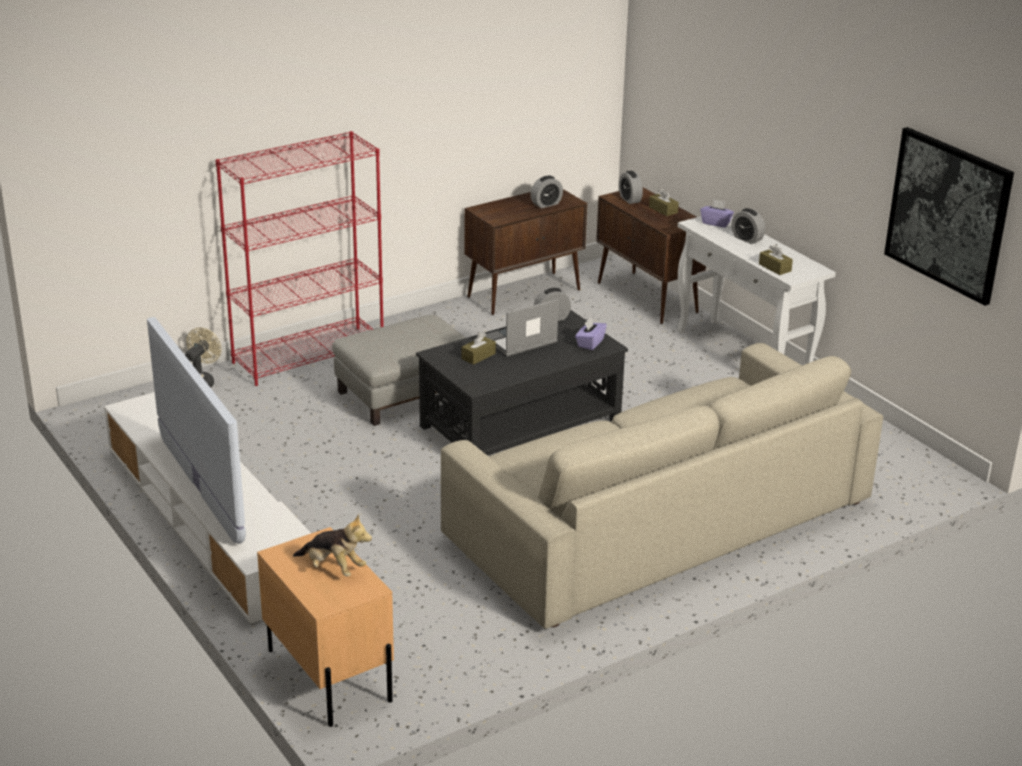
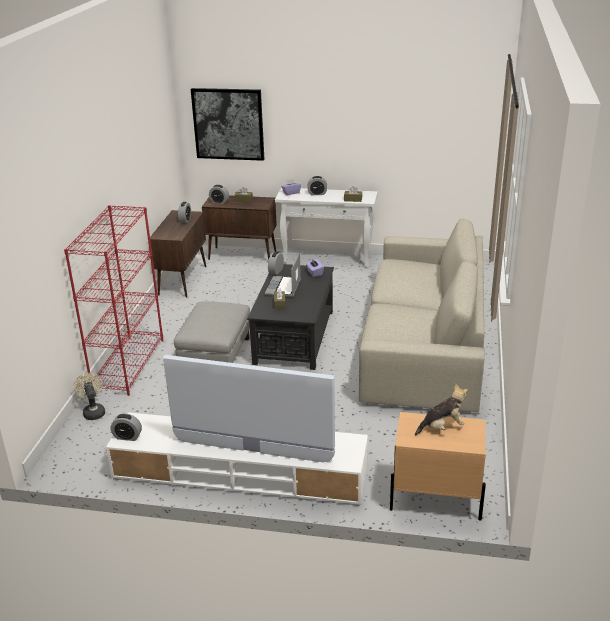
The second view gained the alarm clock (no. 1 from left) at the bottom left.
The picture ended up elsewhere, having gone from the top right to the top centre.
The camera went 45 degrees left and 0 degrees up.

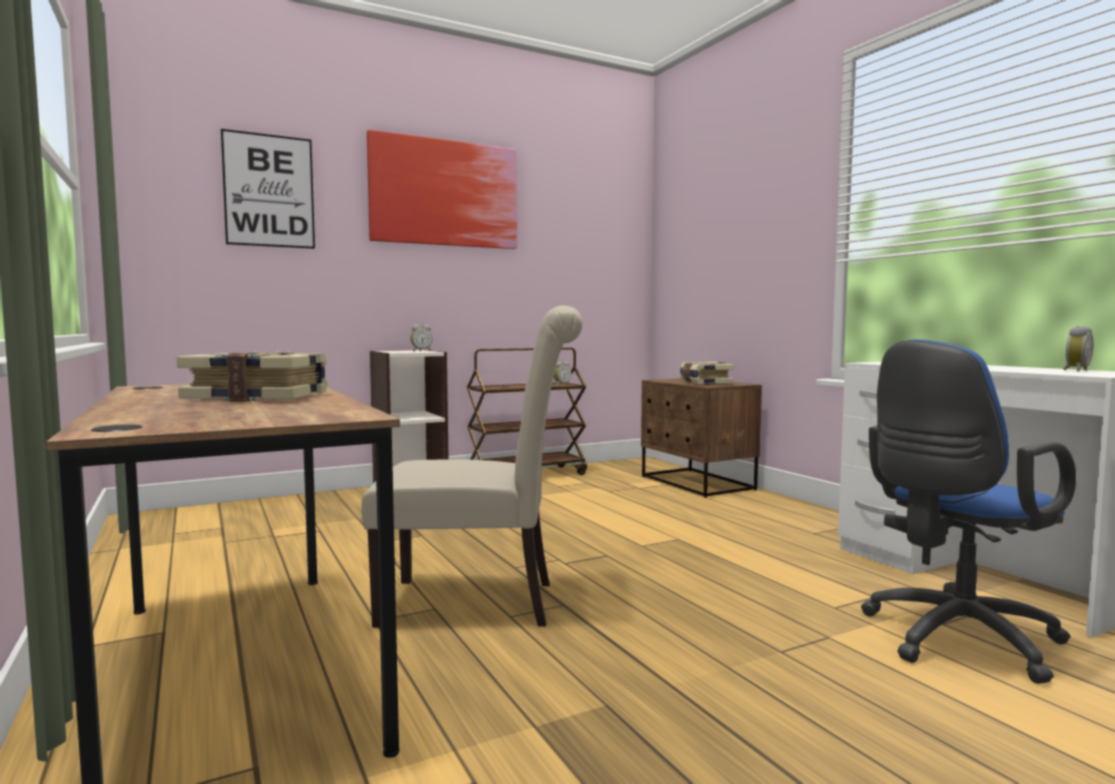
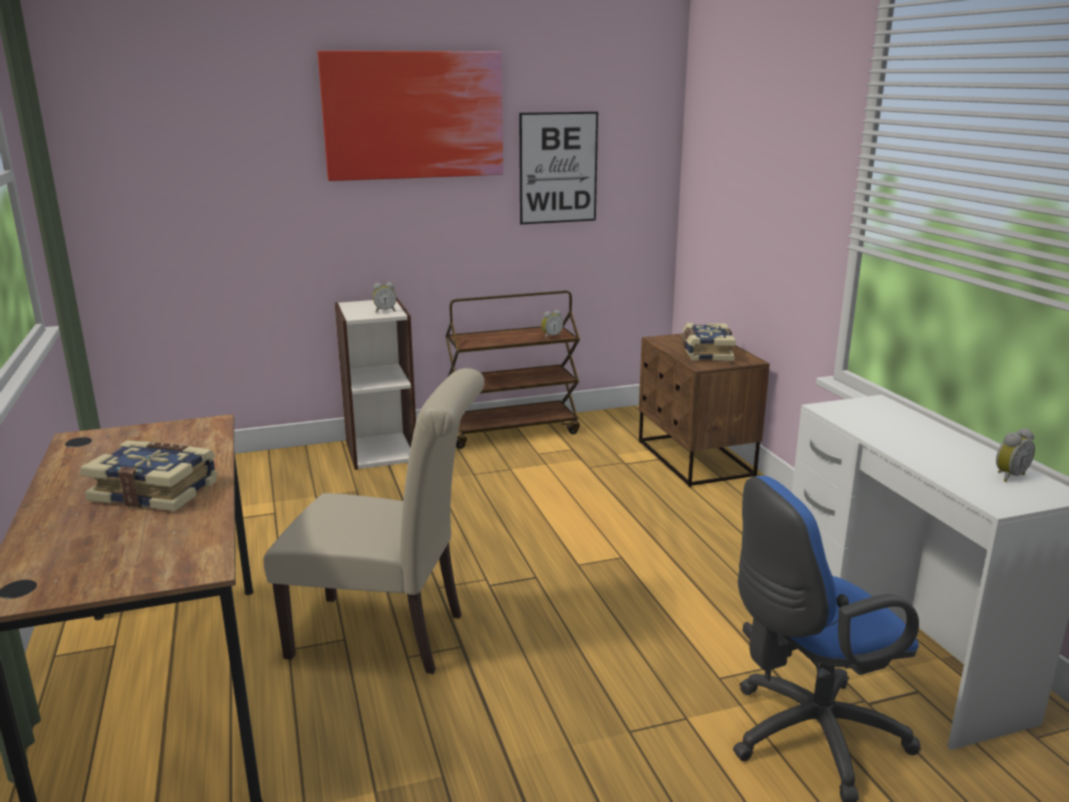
The picture (no. 1 from left in the first image) ended up elsewhere, having gone from the top left to the top centre.
The camera went 10 degrees right and 15 degrees up.

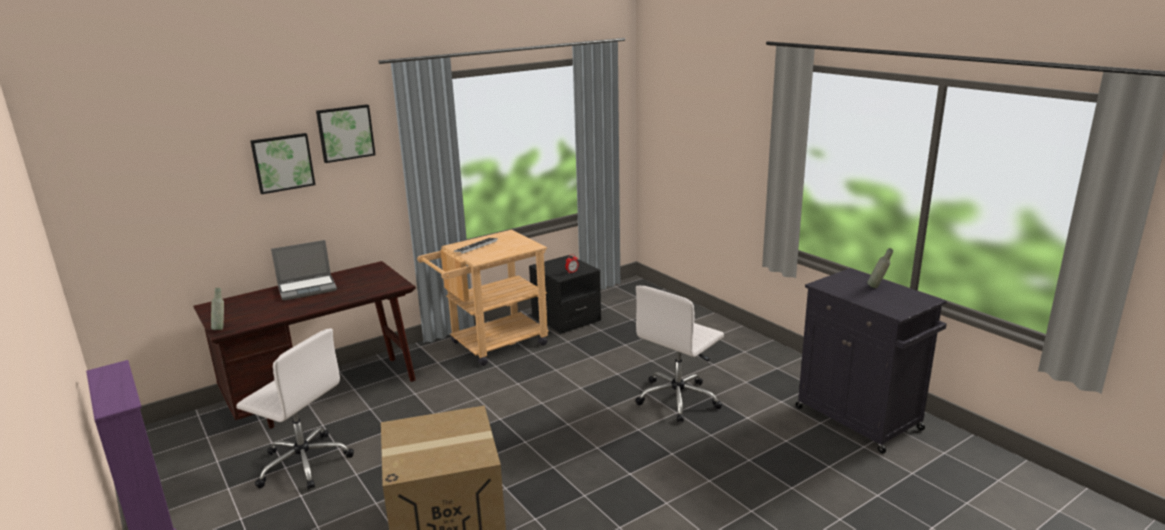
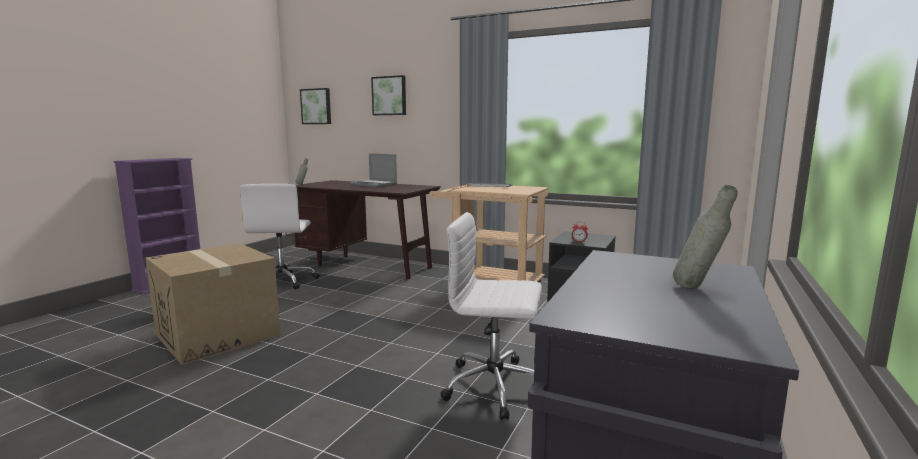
The picture (no. 2 from left in the first image) ended up elsewhere, having gone from the top left to the top centre.
The camera went 60 degrees right and 10 degrees down.

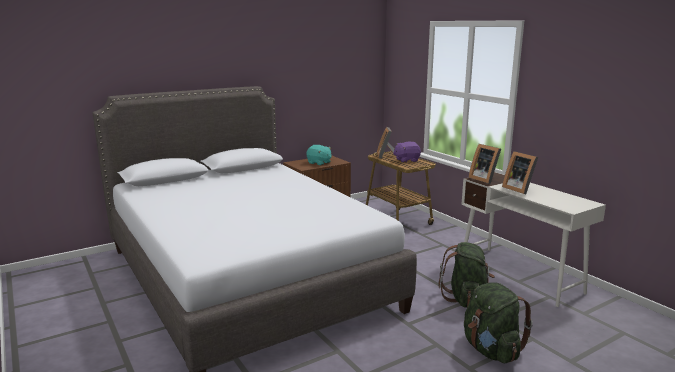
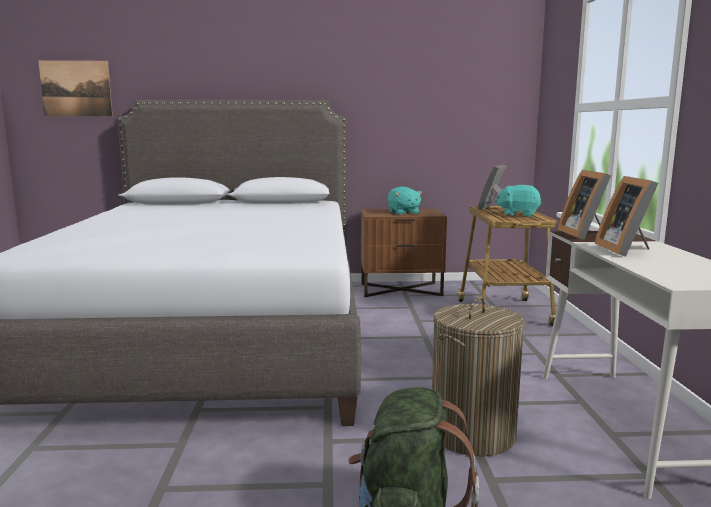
The second view gained the picture at the top left.
Where the green backpack (no. 1 from left) stood at the bottom right, the laundry basket came to stand at the bottom right.
What was the purple plush toy at the centre turned into the turquoise plush toy (no. 2 from left) at the middle right.
The camera went 30 degrees right and 5 degrees down.

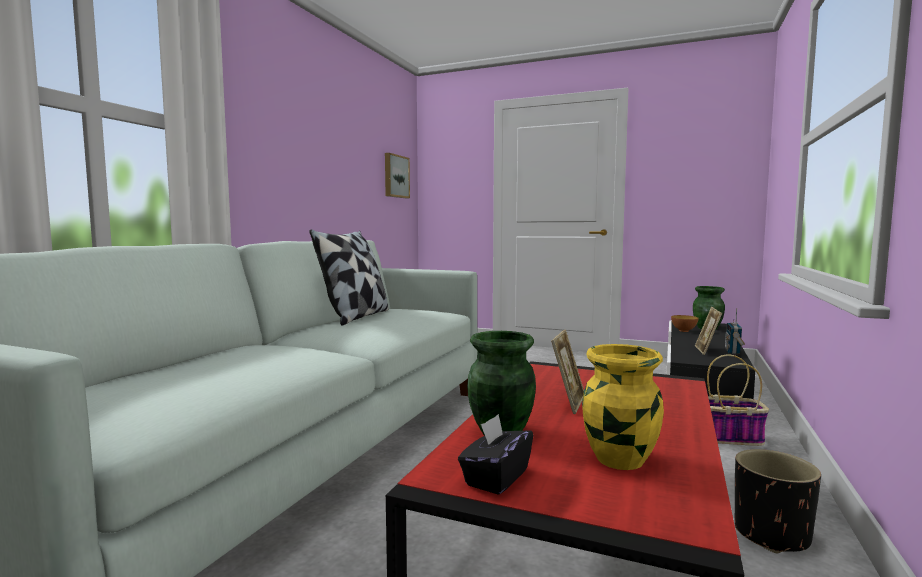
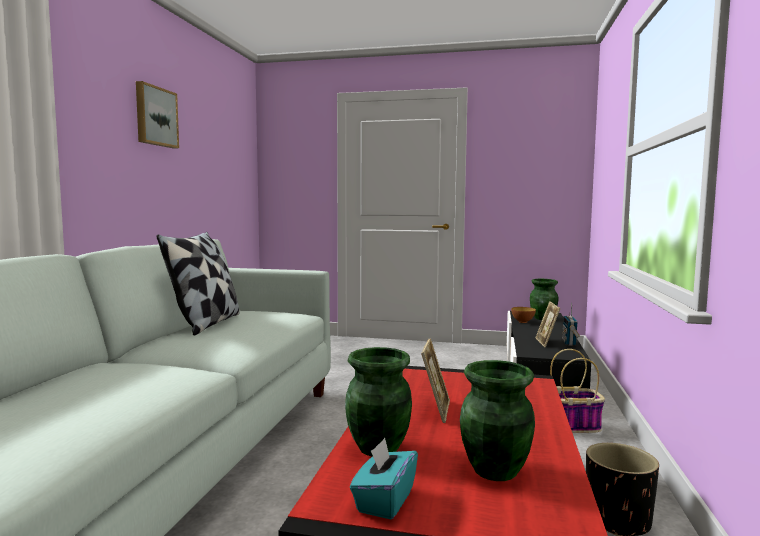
The picture ended up elsewhere, having gone from the top centre to the top left.
What was the black tissue box at the bottom centre turned into the turquoise tissue box at the bottom centre.
What was the yellow vase at the bottom right turned into the green vase (no. 2 from left) at the bottom centre.
The camera went 10 degrees left and 0 degrees up.

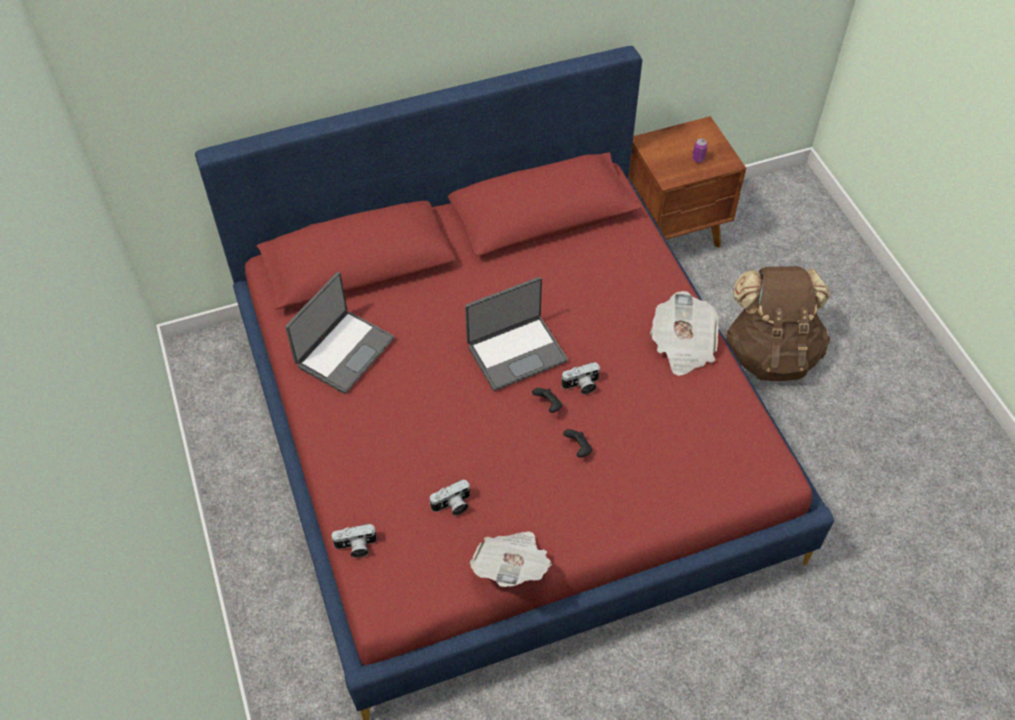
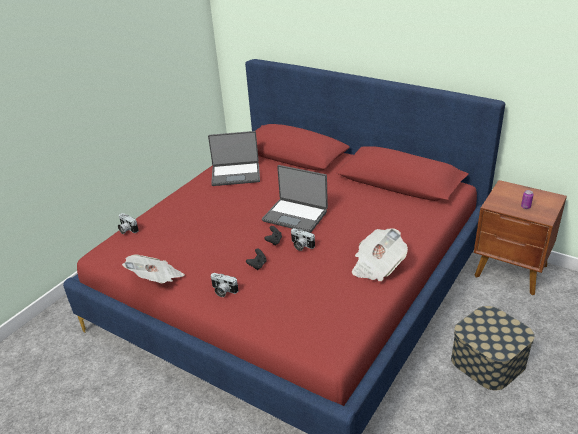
The photo camera (no. 2 from left) ended up elsewhere, having gone from the bottom centre to the centre.
Where the brown backpack stood at the middle right, the storage box came to stand at the bottom right.
The camera went 55 degrees right and 20 degrees down.

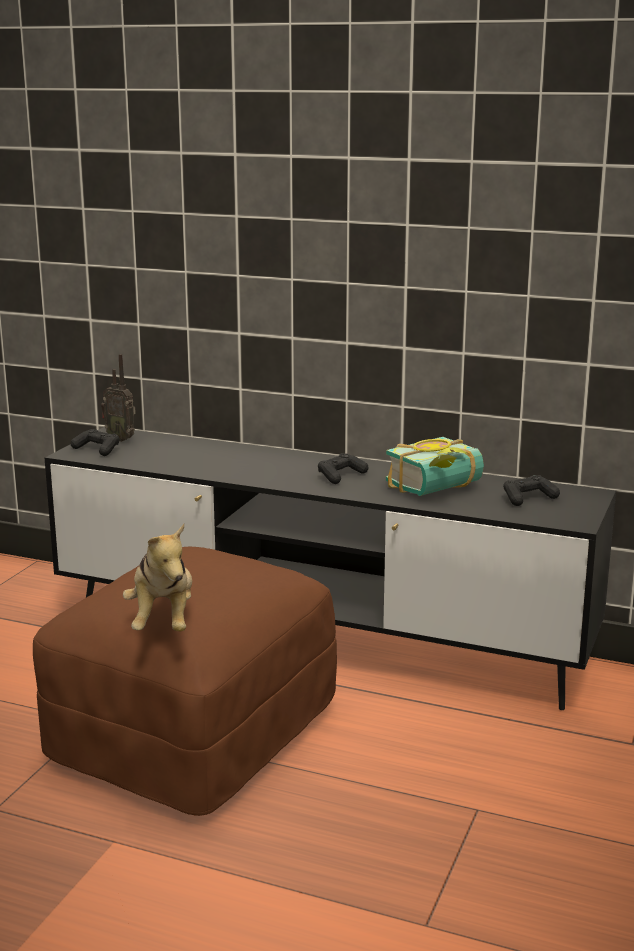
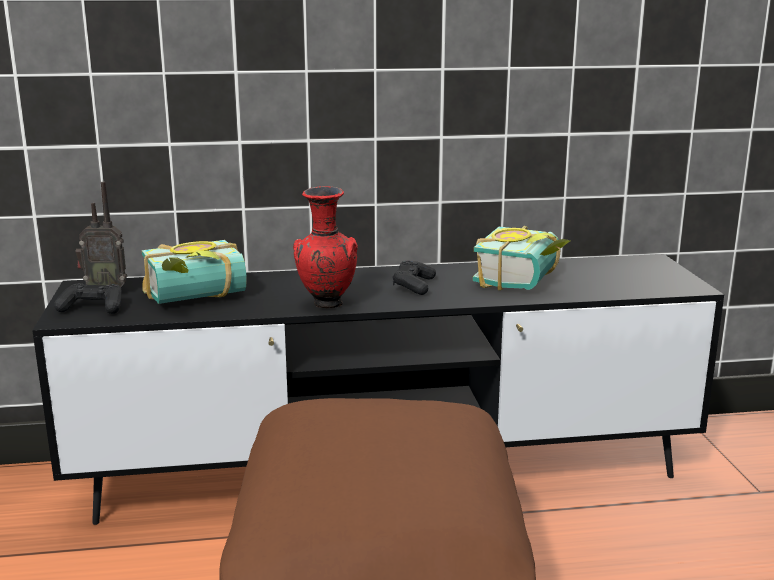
The second view lost the plush toy at the middle left.
The second view lost the black game controller (no. 3 from left) at the middle right.
The second view gained the book (no. 1 from left) at the middle left.
The second view gained the red vase at the centre.
The camera went 30 degrees left and 0 degrees up.

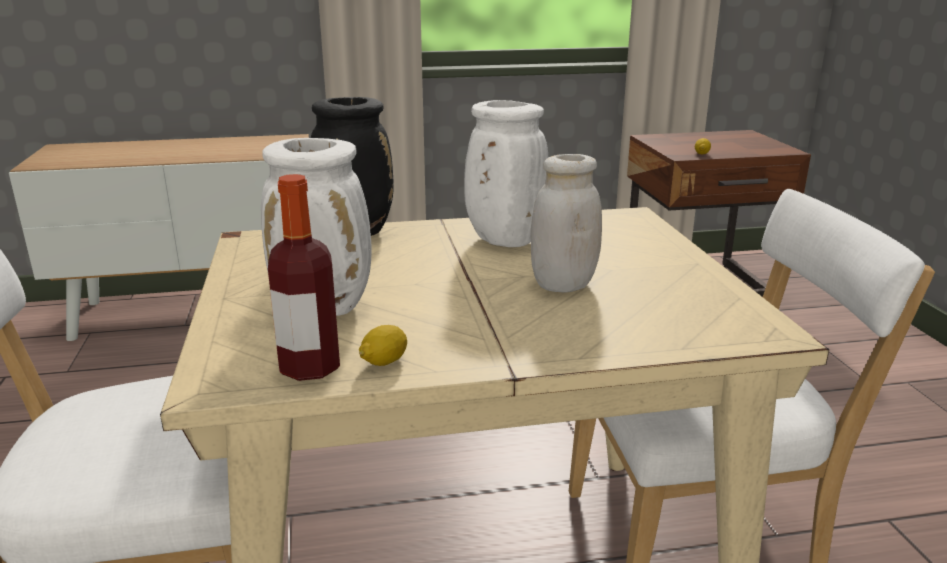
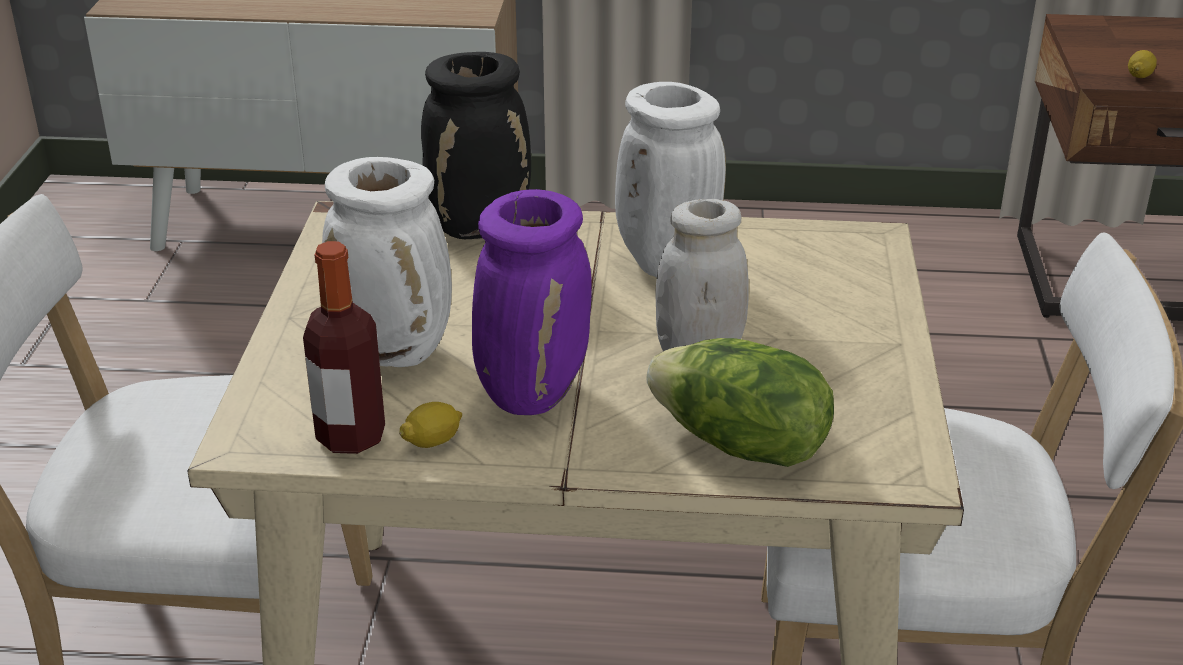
The second view gained the purple vase at the centre.
The second view gained the lettuce at the centre.
The camera went 15 degrees right and 10 degrees up.

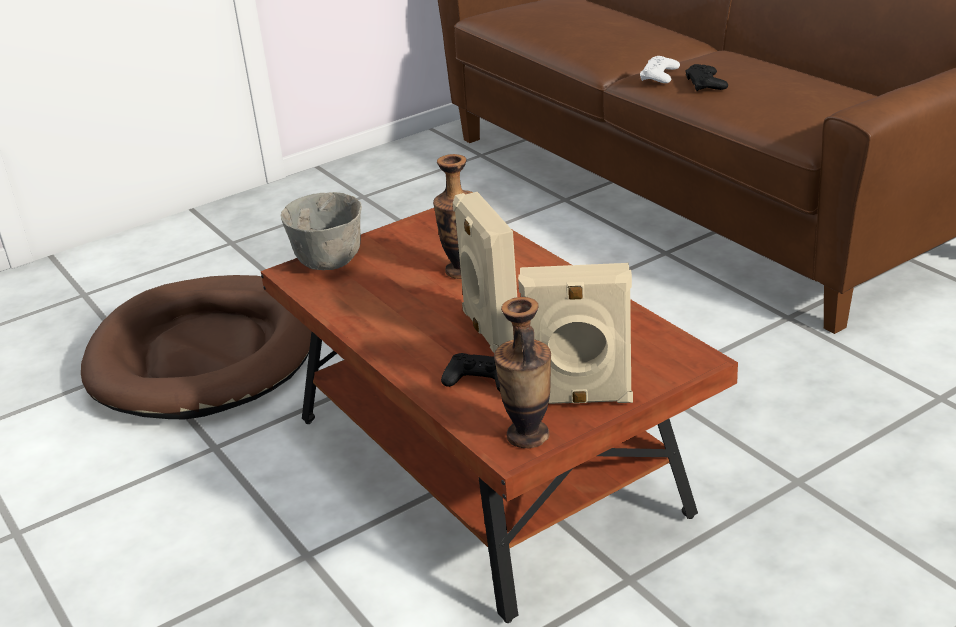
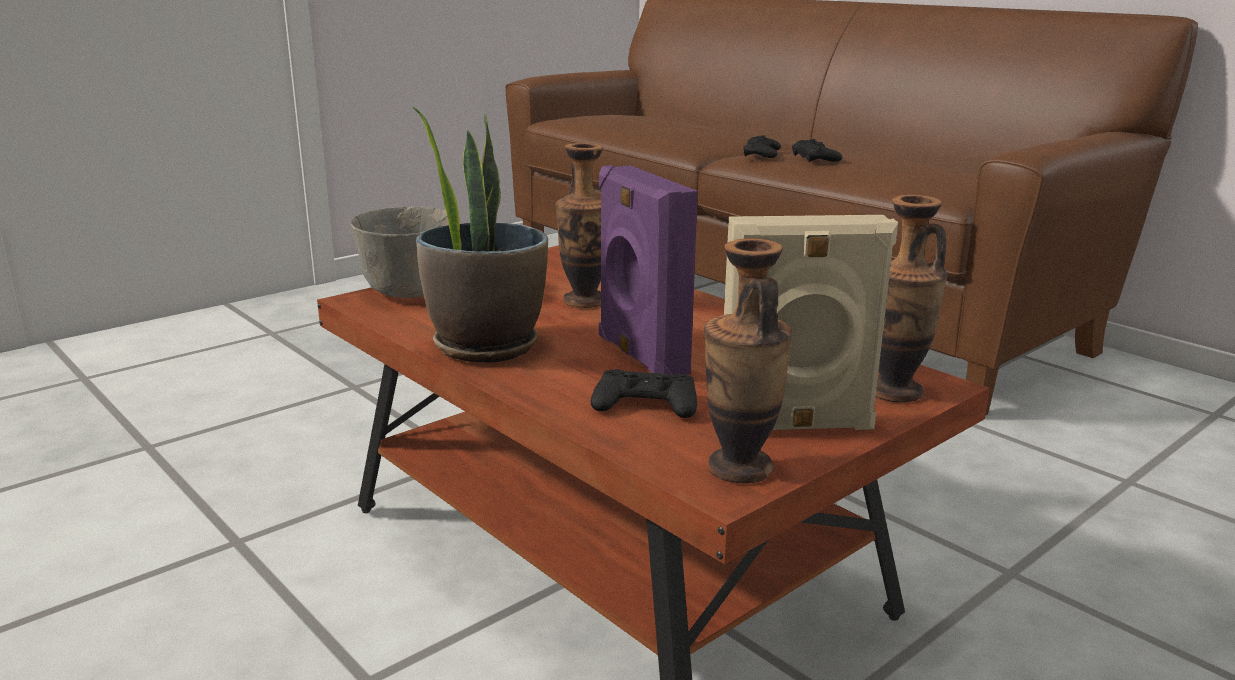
The second view lost the brown dog bed at the middle left.
The second view gained the potted plant at the centre.
The second view gained the vase (no. 3 from left) at the middle right.
What was the beige speaker (no. 1 from left) at the centre turned into the purple speaker at the centre.
What was the white game controller at the top right turned into the black game controller (no. 2 from left) at the top centre.
The camera went 10 degrees left and 10 degrees down.

